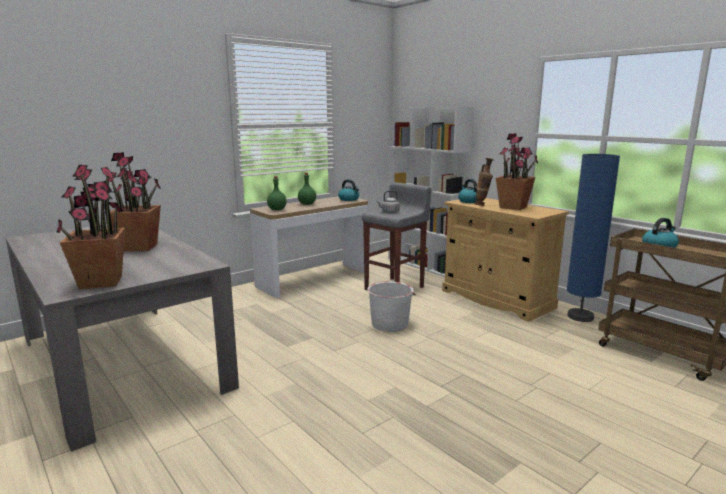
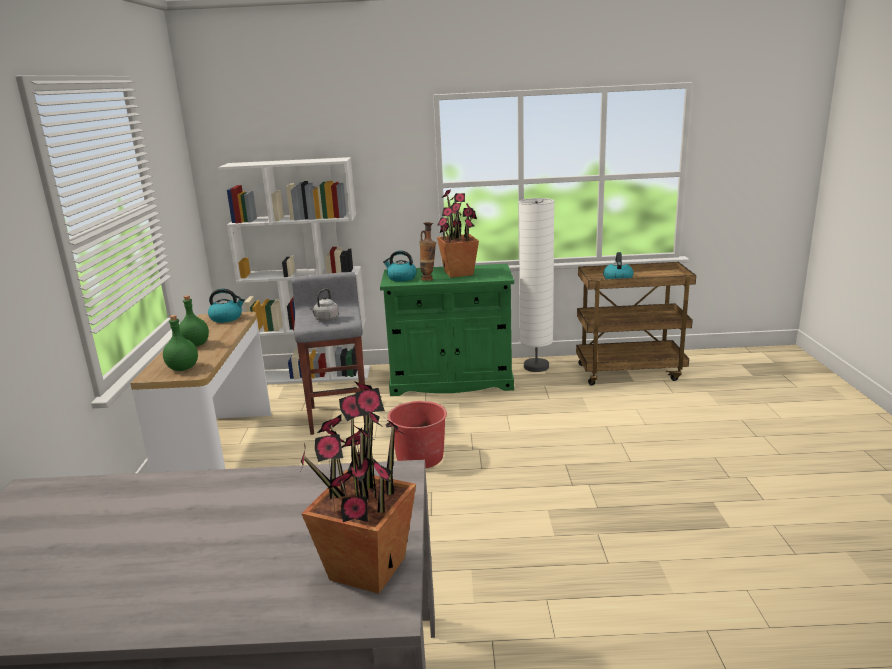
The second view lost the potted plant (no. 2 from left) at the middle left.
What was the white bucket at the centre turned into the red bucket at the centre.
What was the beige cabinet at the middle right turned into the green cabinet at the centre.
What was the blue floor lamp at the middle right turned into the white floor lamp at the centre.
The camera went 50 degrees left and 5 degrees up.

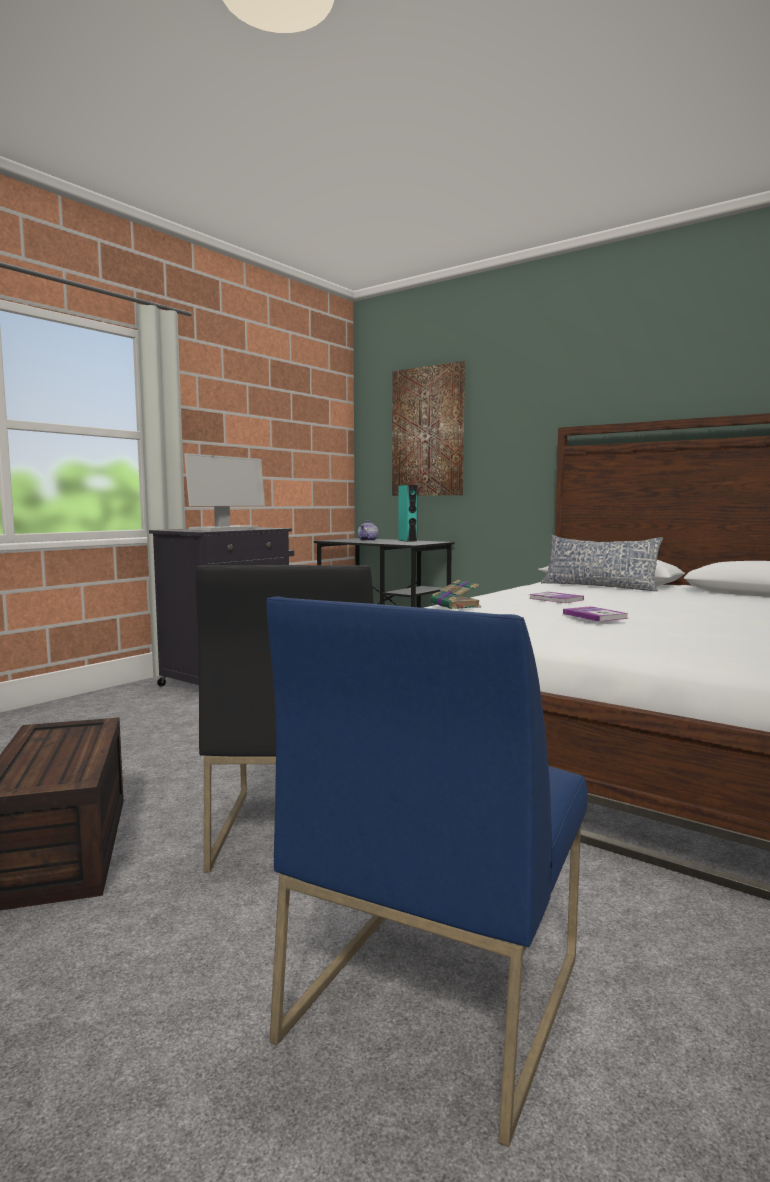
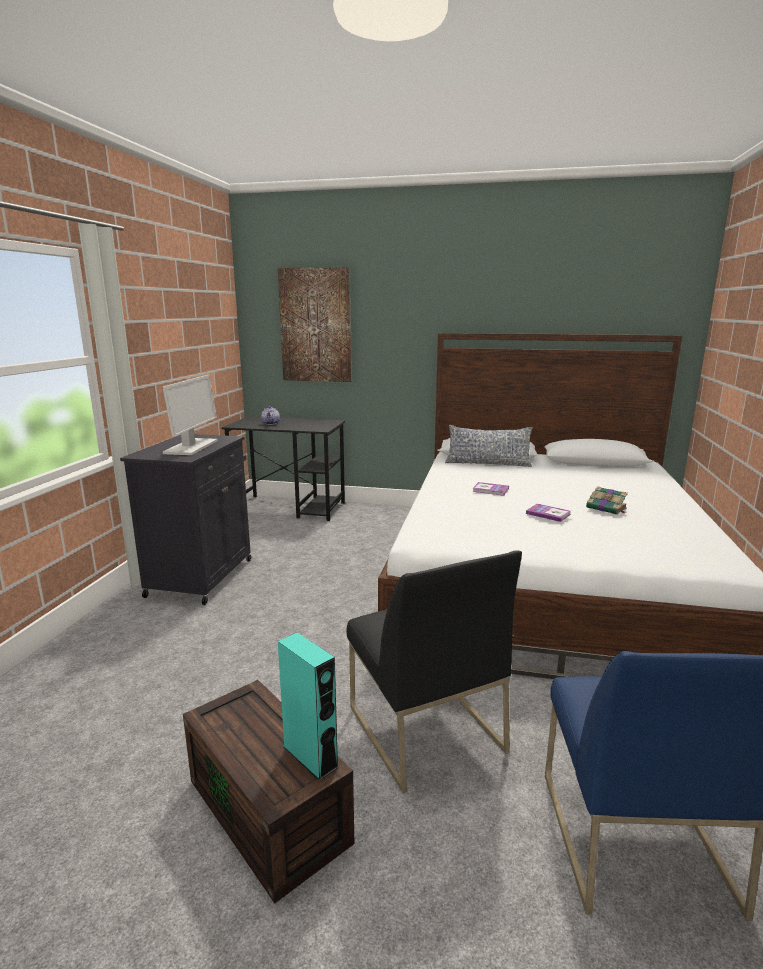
The turquoise speaker ended up elsewhere, having gone from the centre to the bottom centre.
The book (no. 1 from left in the first image) ended up elsewhere, having gone from the centre to the middle right.
The camera went 25 degrees left and 10 degrees up.

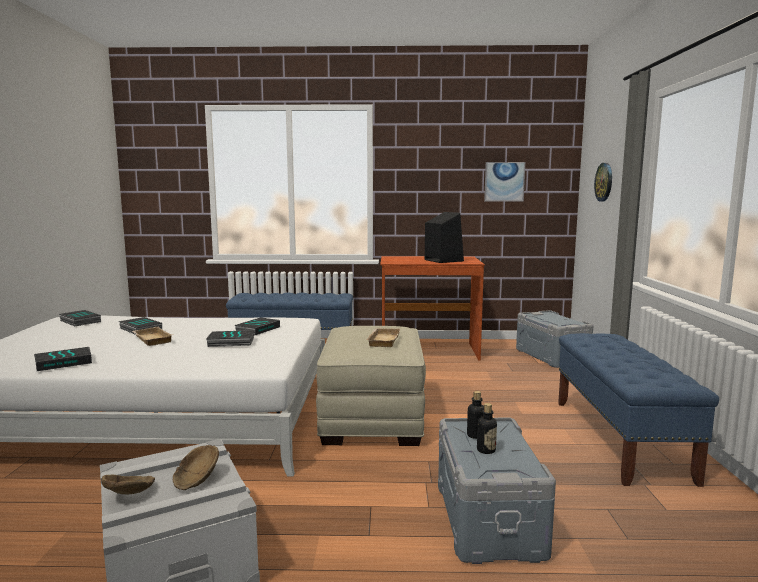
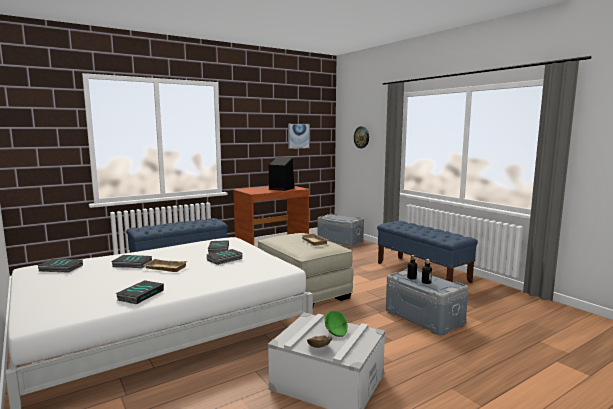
What was the brown bowl (no. 2 from left) at the bottom left turned into the green bowl at the bottom centre.
The camera went 35 degrees left and 0 degrees up.

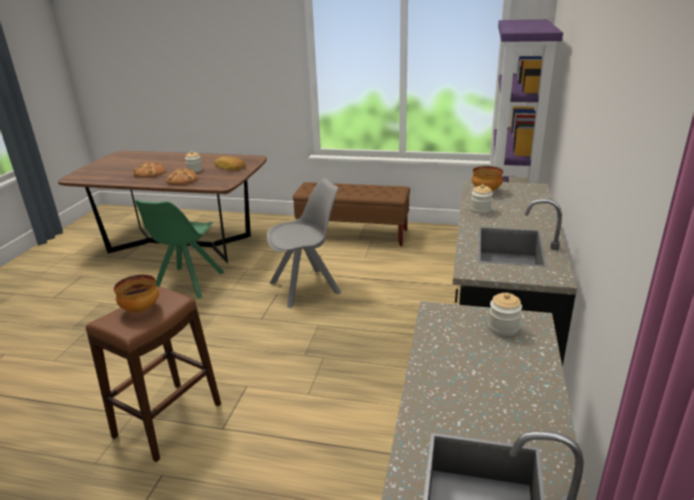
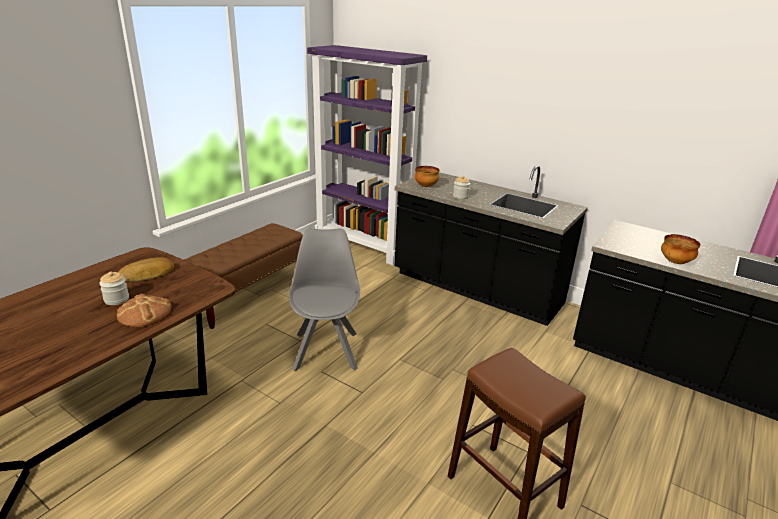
The second view lost the bread (no. 1 from left) at the middle left.
The second view lost the green chair at the middle left.
The second view lost the jar (no. 3 from left) at the middle right.
The bowl (no. 1 from left in the first image) ended up elsewhere, having gone from the middle left to the middle right.
The camera went 70 degrees left and 0 degrees up.

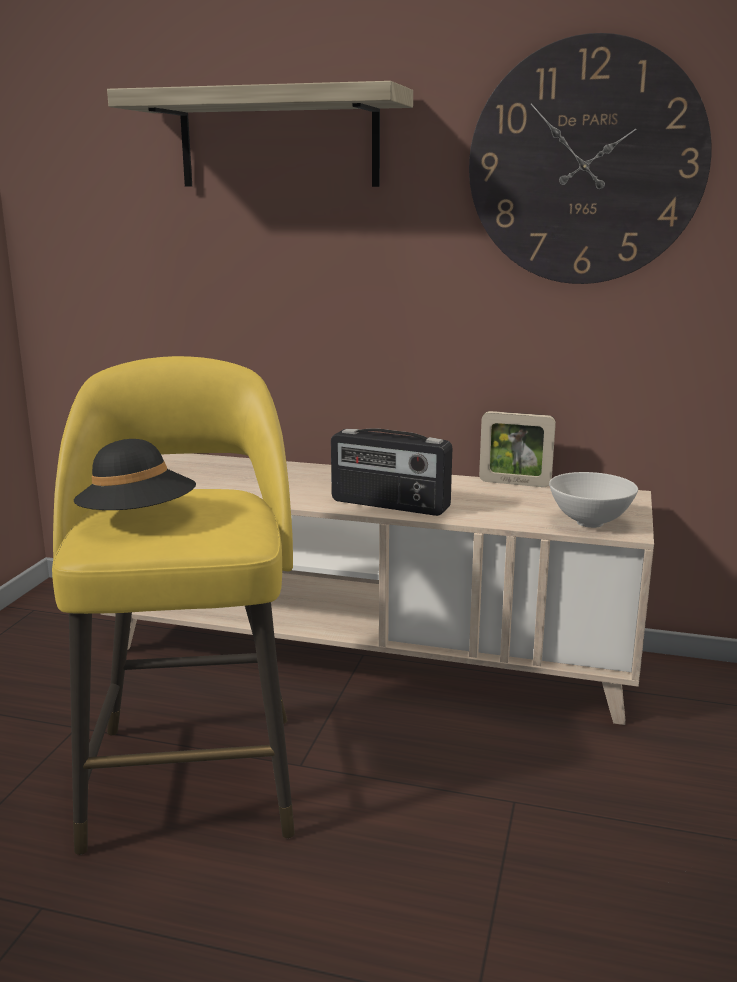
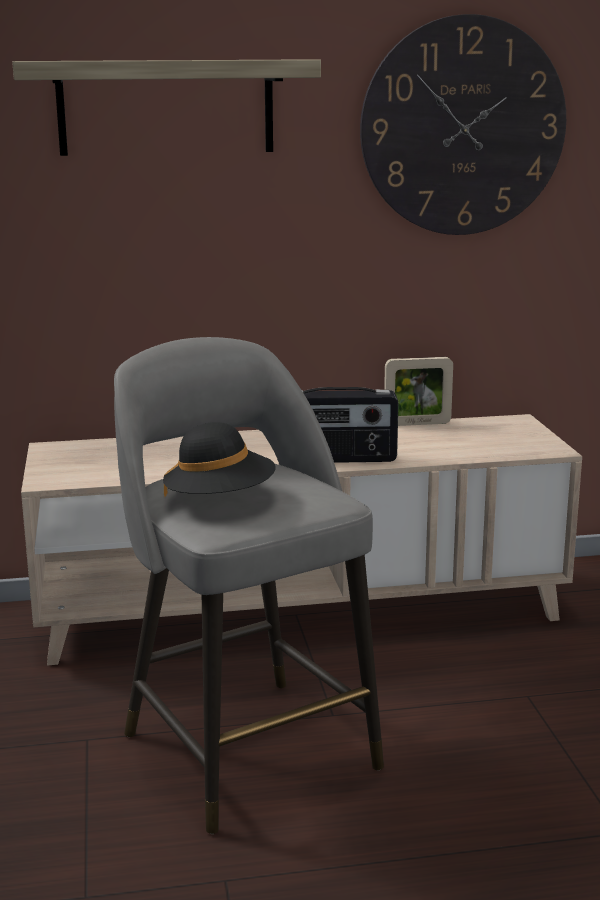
The second view lost the white bowl at the middle right.
What was the yellow stool at the middle left turned into the grey stool at the centre.
The camera went 25 degrees left and 0 degrees up.

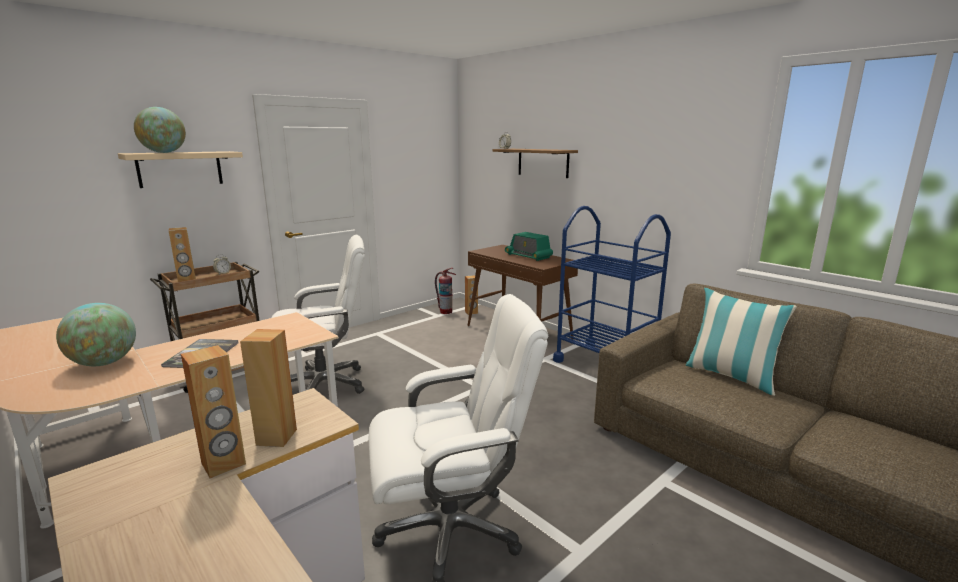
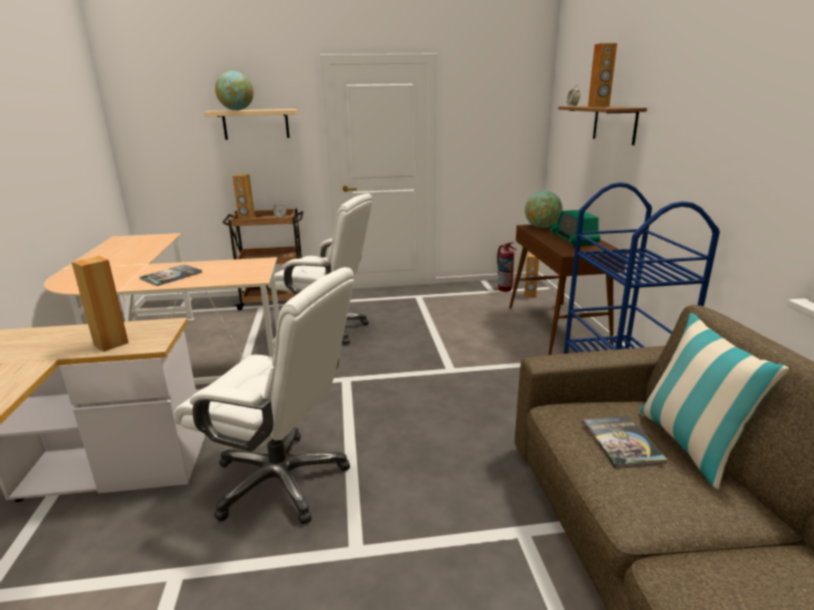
The second view gained the book (no. 2 from left) at the bottom right.
The globe (no. 1 from left in the first image) ended up elsewhere, having gone from the middle left to the middle right.
The brown speaker (no. 2 from left in the first image) ended up elsewhere, having gone from the bottom left to the top right.
The camera went 35 degrees right and 5 degrees up.

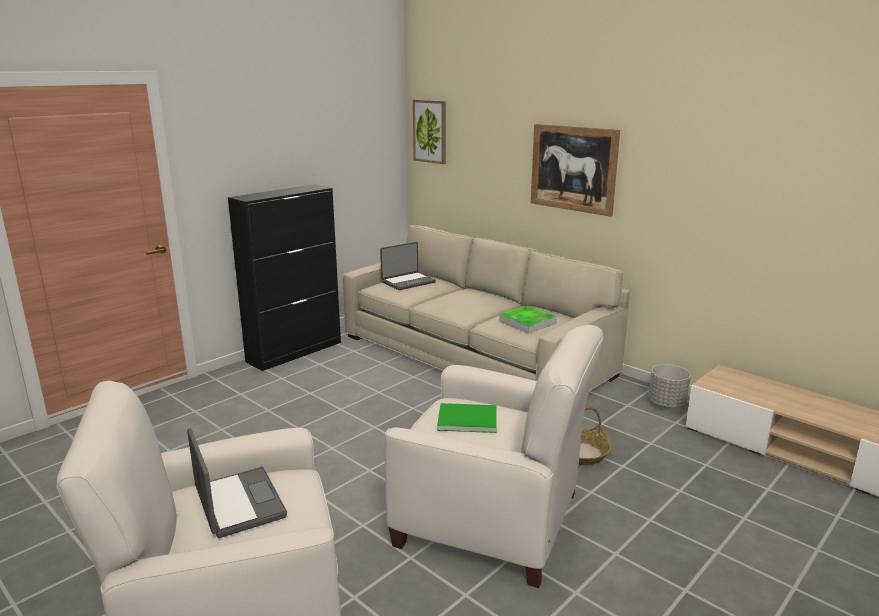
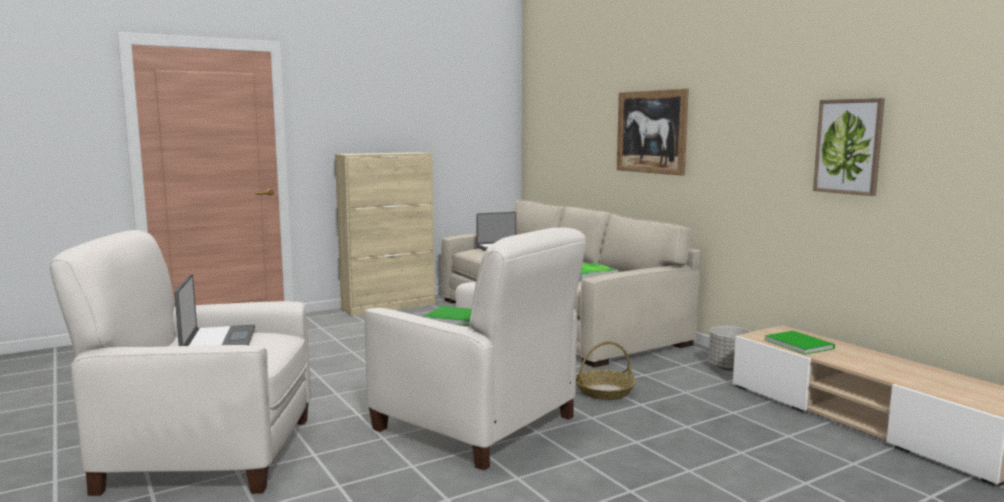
The second view gained the green book (no. 2 from left) at the bottom right.
The picture (no. 1 from left in the first image) ended up elsewhere, having gone from the top centre to the top right.
What was the black cabinet at the middle left turned into the beige cabinet at the centre.
The camera went 15 degrees right and 10 degrees down.

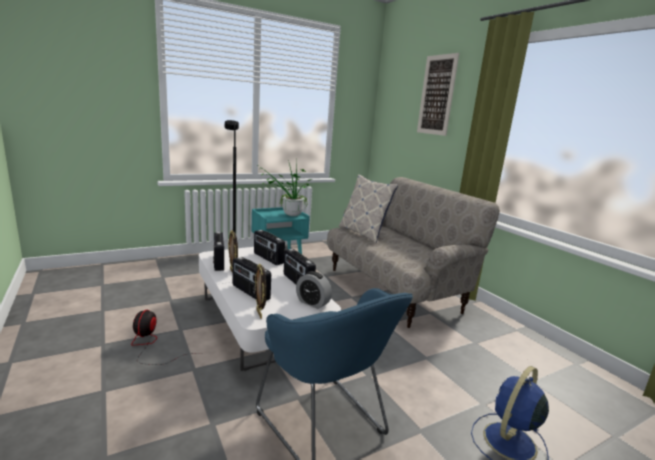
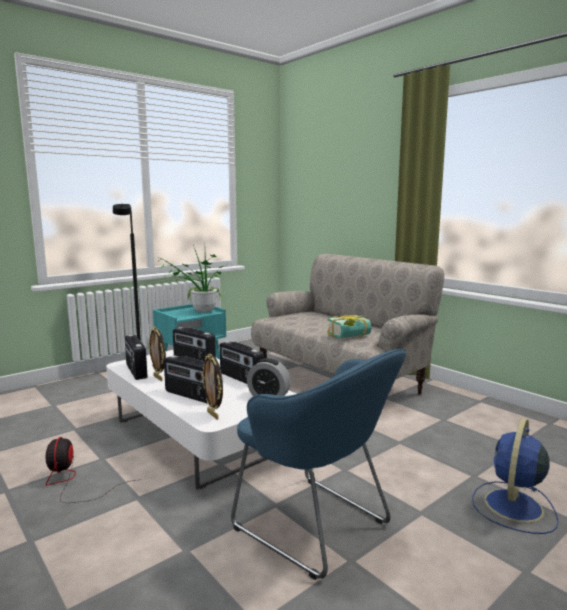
The second view lost the pillow at the centre.
The second view lost the picture at the top right.
The second view gained the book at the centre.
The camera went 10 degrees left and 5 degrees down.

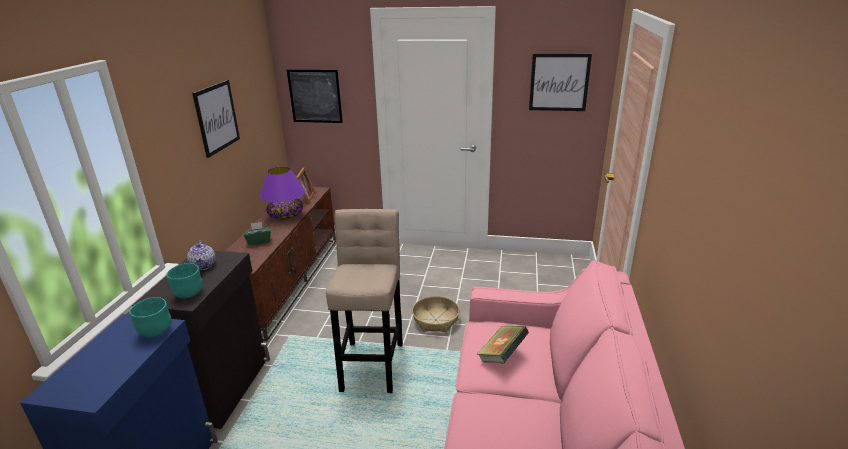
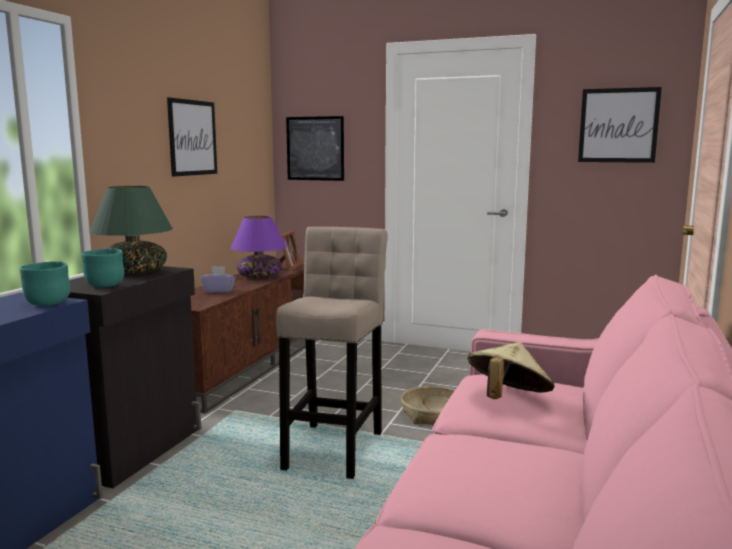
Where the teapot stood at the middle left, the green table lamp came to stand at the middle left.
Where the book stood at the bottom centre, the beige hat came to stand at the bottom right.
What was the green tissue box at the middle left turned into the purple tissue box at the middle left.
The camera went 10 degrees right and 15 degrees down.

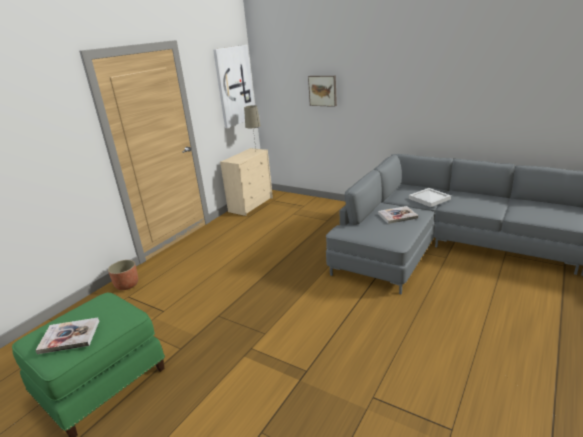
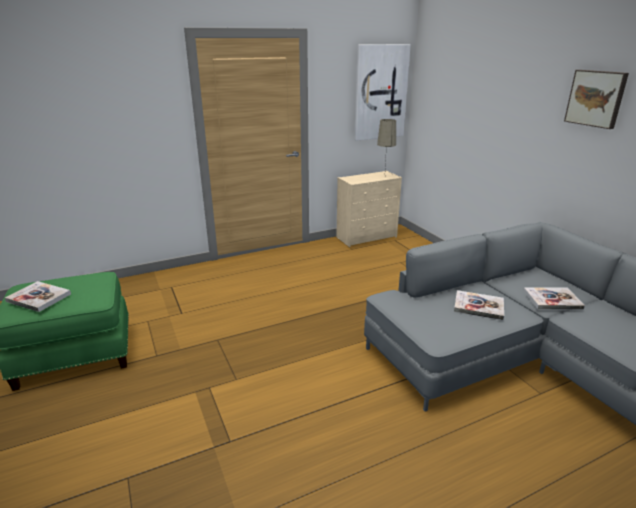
The second view lost the planter at the middle left.
The picture (no. 2 from left) ended up elsewhere, having gone from the top centre to the top right.
Where the white tray stood at the middle right, the book (no. 3 from left) came to stand at the middle right.
The camera went 30 degrees right and 0 degrees up.

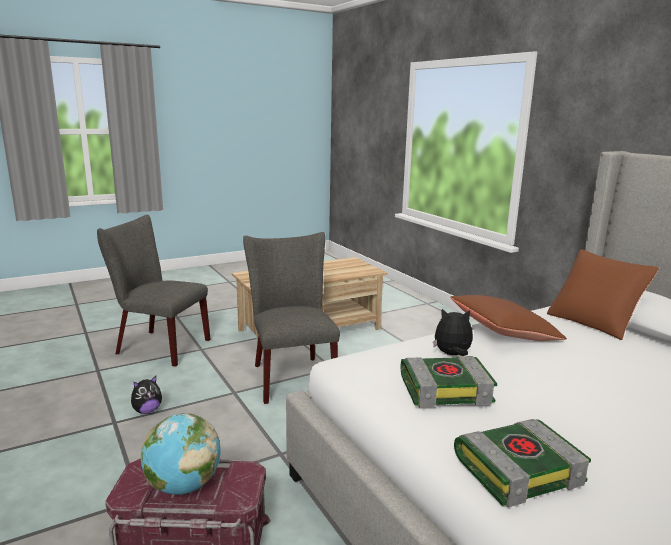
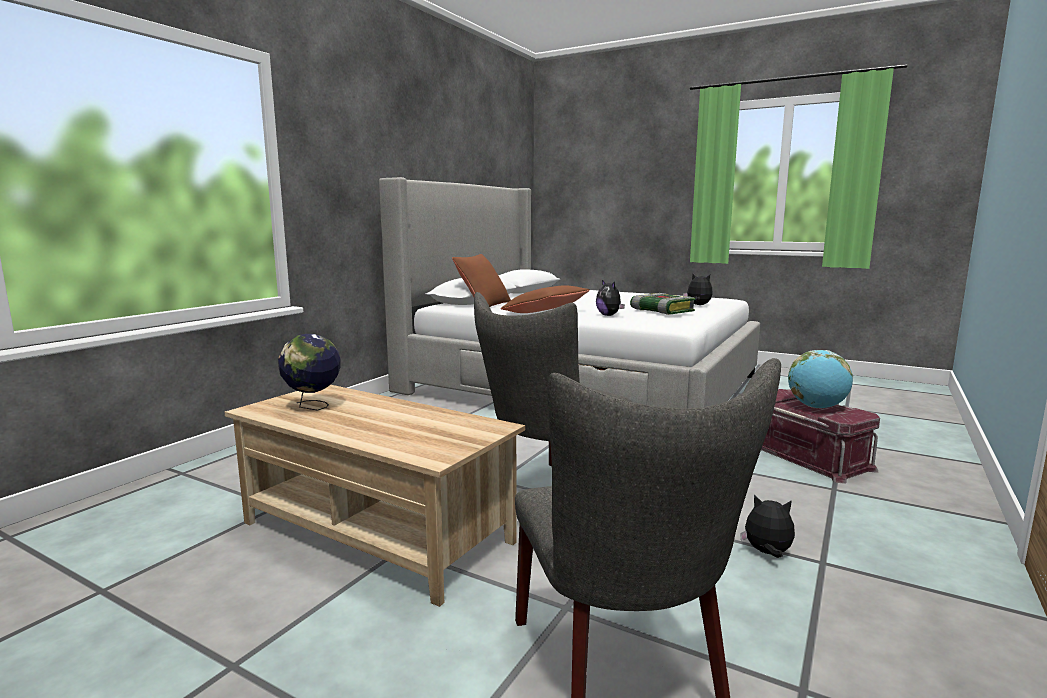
The second view gained the globe (no. 1 from left) at the middle left.
Where the book (no. 2 from left) stood at the bottom right, the plush toy (no. 2 from left) came to stand at the middle right.
The camera went 120 degrees left and 5 degrees down.

